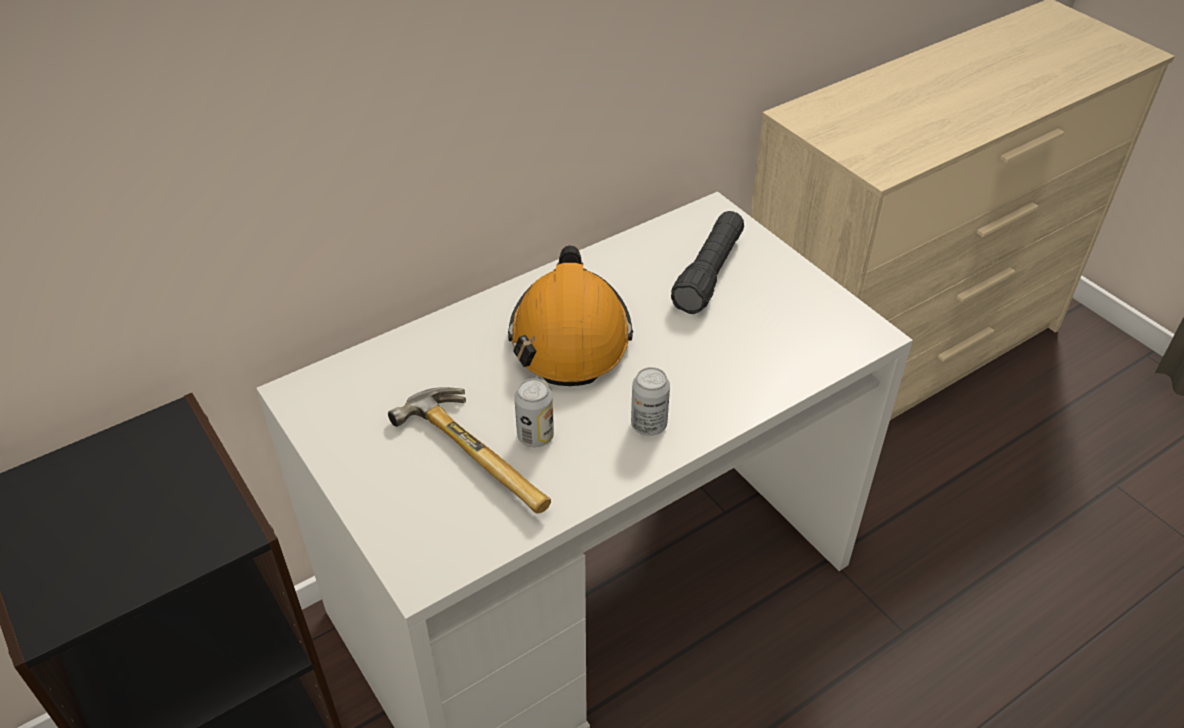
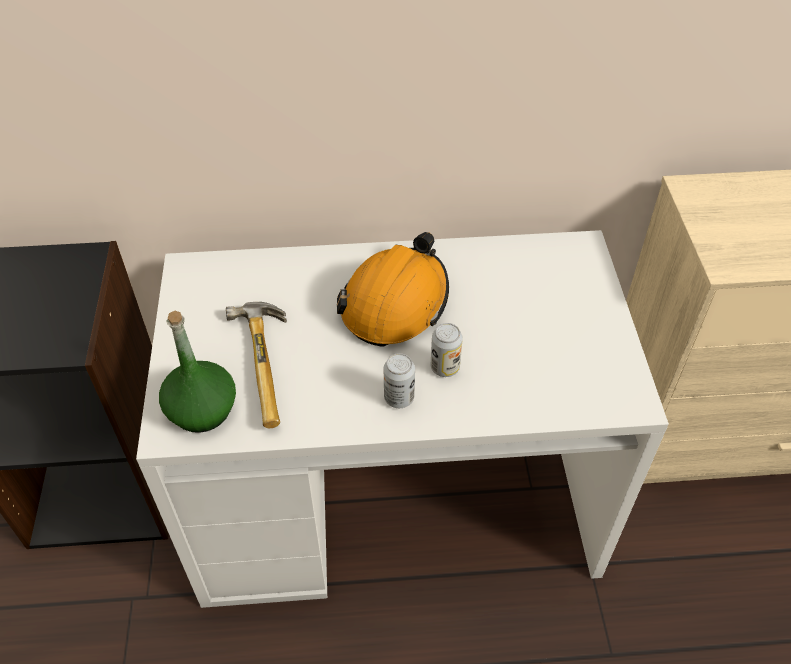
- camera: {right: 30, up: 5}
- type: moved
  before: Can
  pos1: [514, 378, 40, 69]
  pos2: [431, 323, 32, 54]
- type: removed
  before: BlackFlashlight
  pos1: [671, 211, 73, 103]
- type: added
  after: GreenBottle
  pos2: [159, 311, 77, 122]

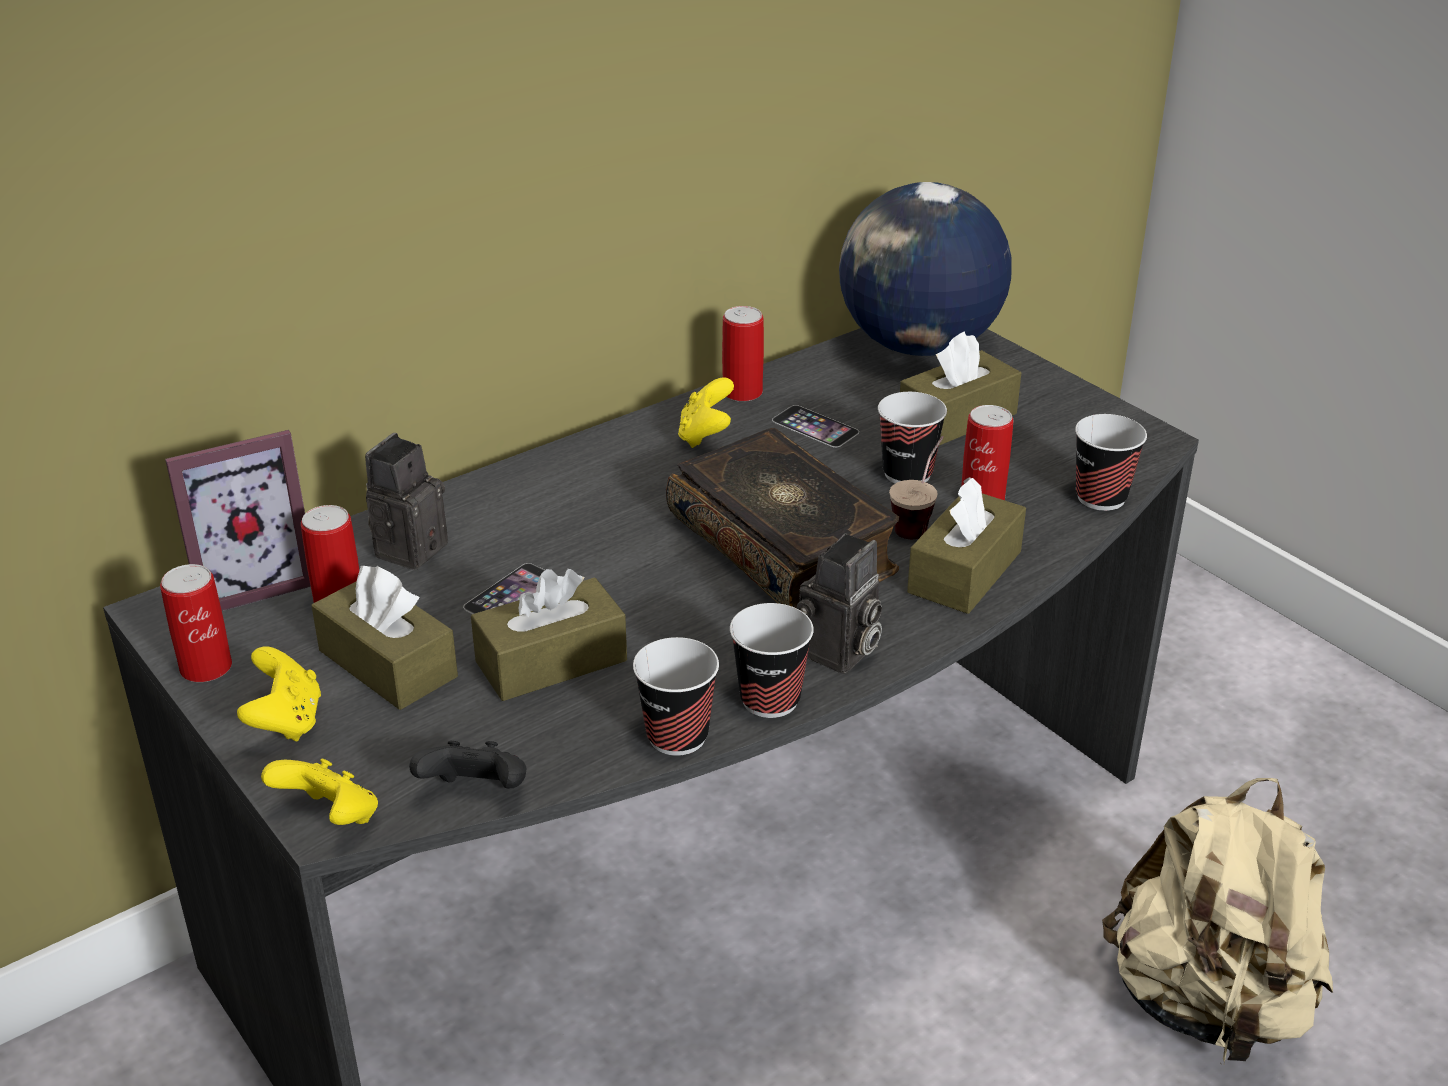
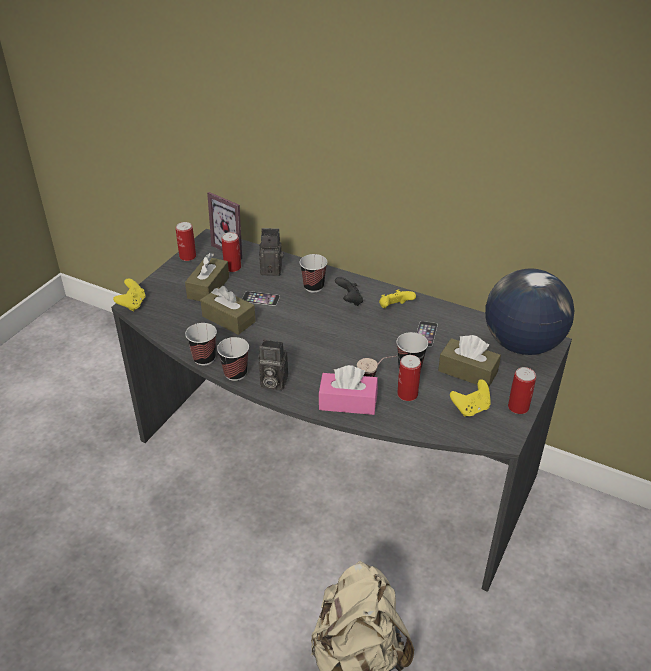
- camera: {right: 65, up: 5}
- type: moved
  before: YellowGameController
  pos1: [237, 647, 84, 94]
  pos2: [450, 379, 41, 38]
- type: moved
  before: BlackGameController
  pos1: [409, 741, 117, 48]
  pos2: [335, 277, 28, 29]
- type: removed
  before: Book
  pos1: [666, 428, 233, 180]
- type: moved
  before: Can
  pos1: [722, 306, 42, 96]
  pos2: [508, 367, 28, 47]
- type: recoloured
  before: BrownTissueBox
  after: PinkTissueBox
  pos1: [907, 477, 119, 137]
  pos2: [318, 365, 60, 50]
- type: moved
  before: Cup
  pos1: [1075, 414, 72, 97]
  pos2: [300, 254, 27, 38]

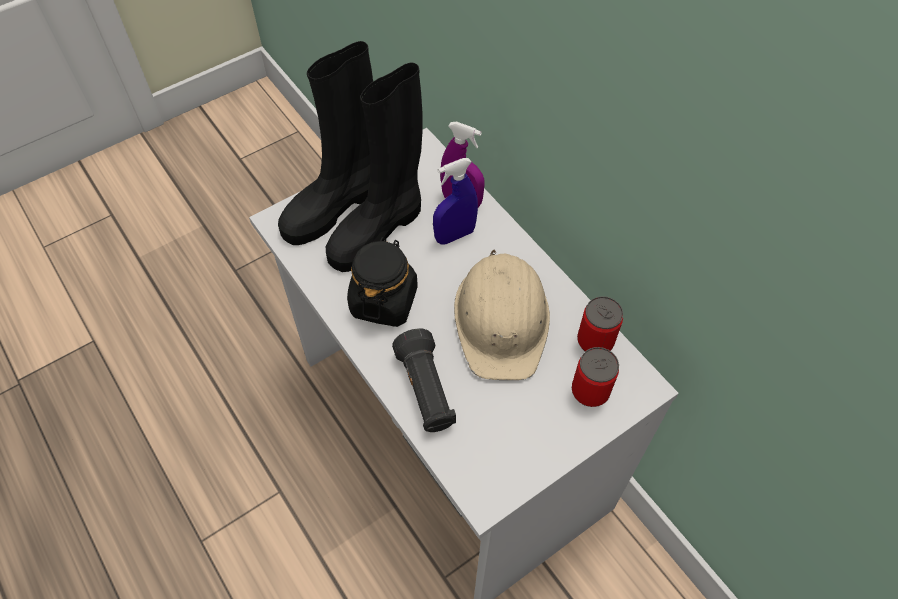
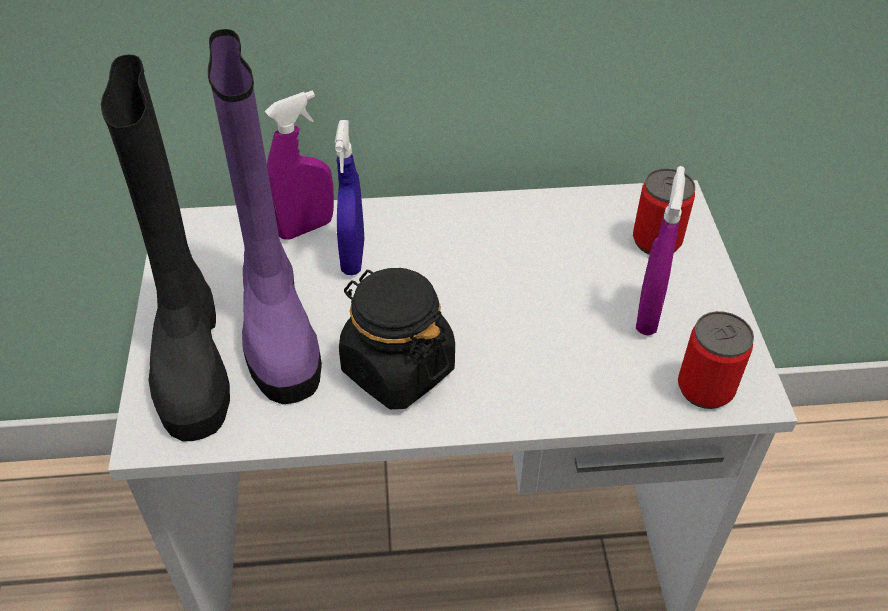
- camera: {right: -60, up: -10}
- type: recoloured
  before: BlackBoot
  after: PurpleBoot
  pos1: [326, 63, 97, 209]
  pos2: [208, 29, 114, 375]
- type: removed
  before: BlackFlashlight
  pos1: [392, 328, 64, 104]
- type: removed
  before: BeigeHardHat
  pos1: [454, 249, 96, 131]
- type: moved
  before: Can
  pos1: [577, 296, 46, 55]
  pos2: [678, 311, 76, 98]
- type: added
  after: PurpleSprayBottle
  pos2: [636, 166, 49, 169]

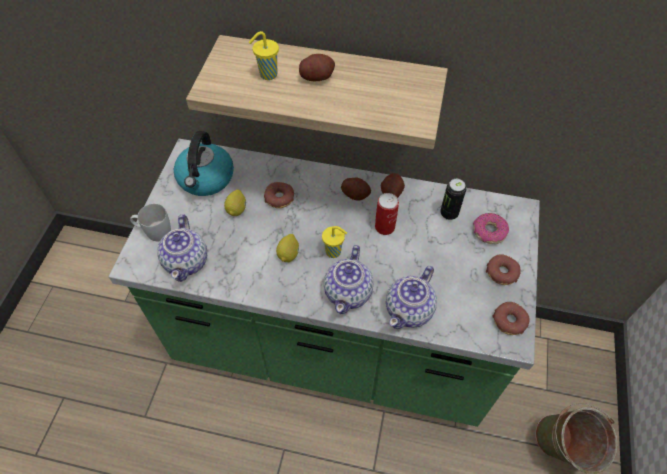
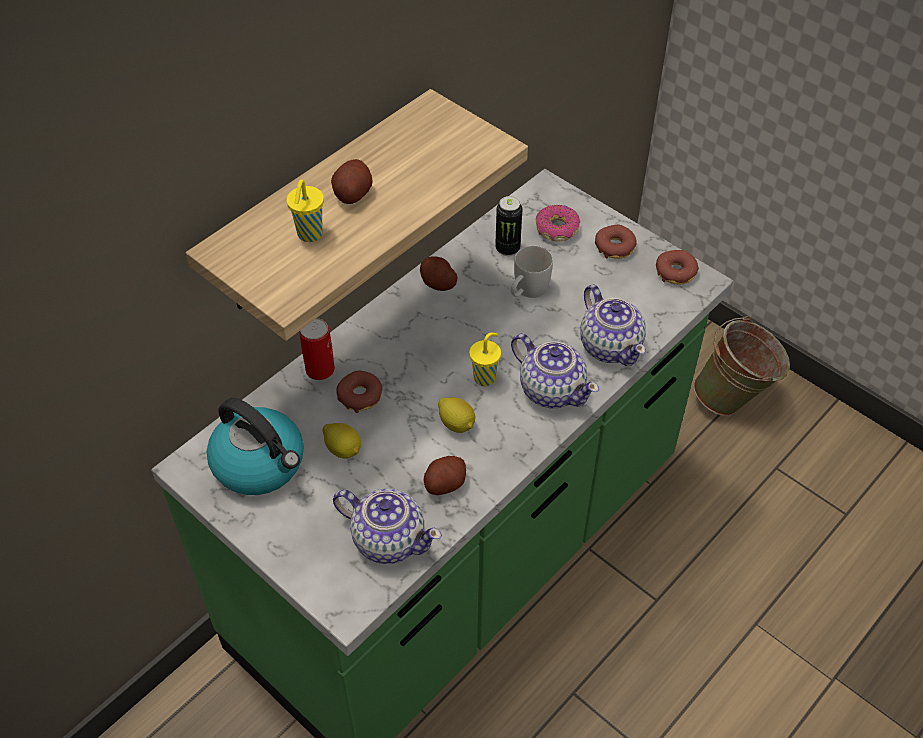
- camera: {right: -60, up: -5}
- type: moved
  before: WhiteMug
  pos1: [130, 204, 41, 37]
  pos2: [511, 246, 42, 52]
- type: moved
  before: Potato
  pos1: [341, 178, 30, 23]
  pos2: [424, 456, 42, 39]
- type: moved
  before: Can
  pos1: [375, 193, 24, 42]
  pos2: [299, 318, 36, 62]

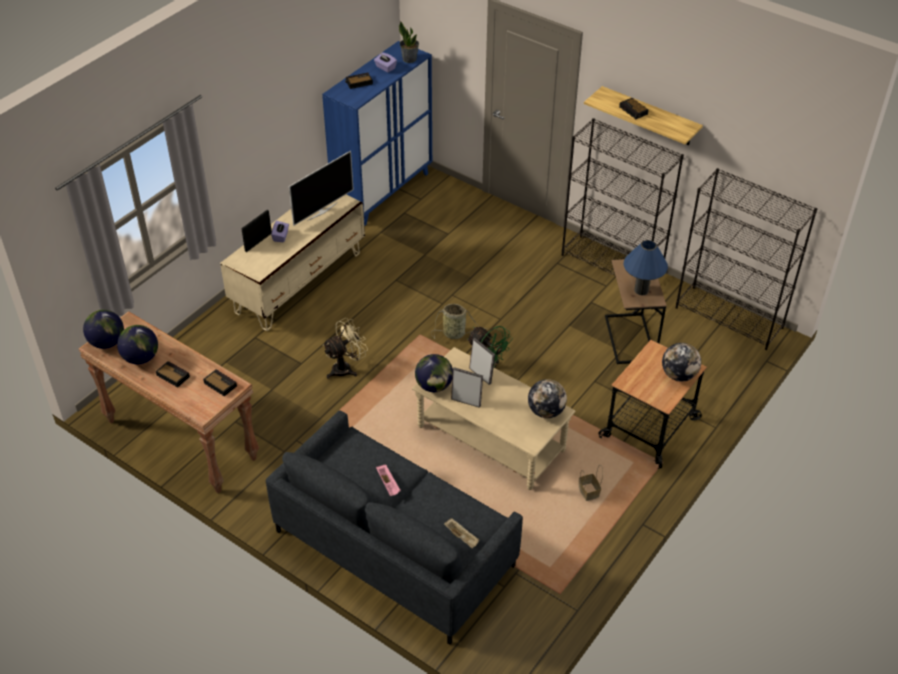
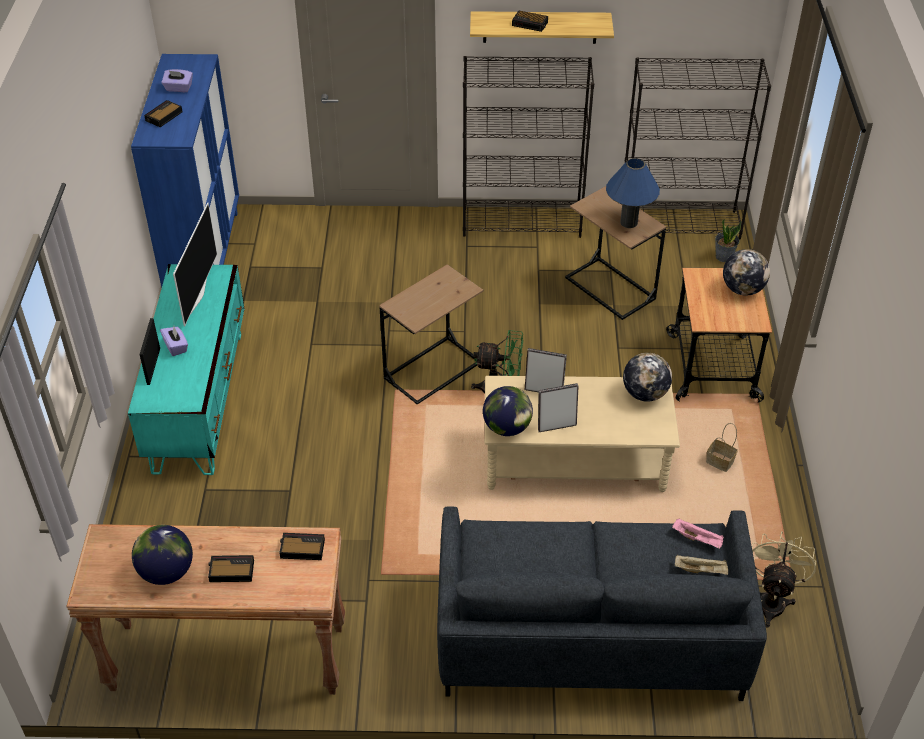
- camera: {right: -35, up: 0}
- type: removed
  before: Globe
  pos1: [83, 310, 41, 39]
- type: recoloured
  before: BeigeTvStand
  after: TurquoiseTvStand
  pos1: [220, 195, 145, 136]
  pos2: [128, 264, 117, 211]
- type: moved
  before: BeigeFan
  pos1: [322, 318, 46, 61]
  pos2: [752, 531, 64, 97]
- type: moved
  before: PinkTray
  pos1: [376, 464, 24, 32]
  pos2: [672, 518, 52, 31]
- type: moved
  before: PottedPlant
  pos1: [399, 21, 20, 42]
  pos2: [715, 219, 27, 43]
- type: replaced
  before: Basket
  after: BrownSideTable
  pos1: [431, 304, 57, 35]
  pos2: [379, 264, 105, 140]

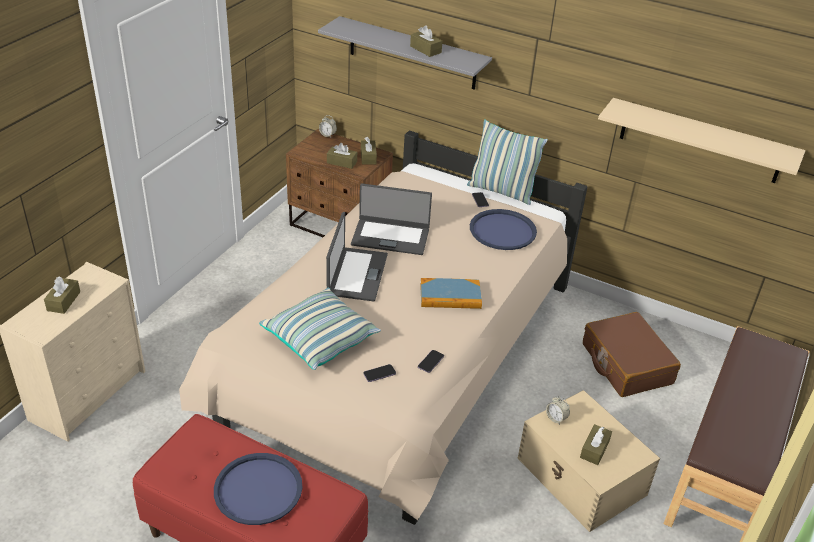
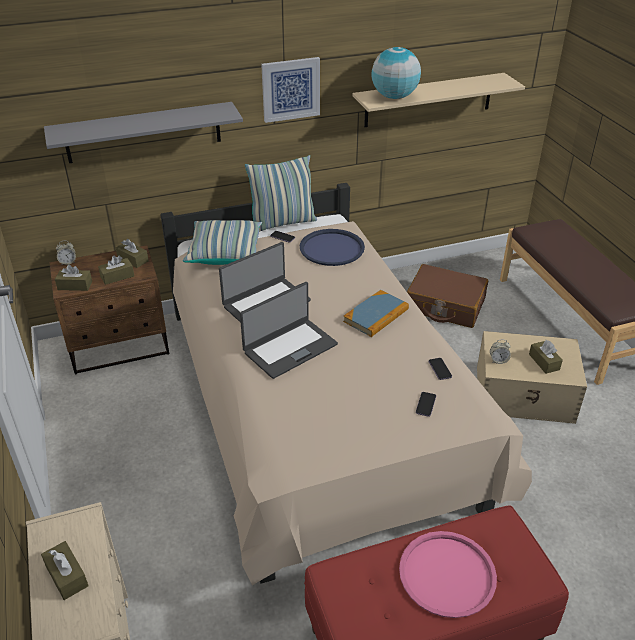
- camera: {right: -45, up: 0}
- type: recoloured
  before: BlueTray
  after: PinkTray
  pos1: [214, 453, 89, 72]
  pos2: [399, 531, 98, 87]
- type: moved
  before: Pillow
  pos1: [259, 288, 122, 82]
  pos2: [183, 220, 79, 45]
- type: turned
  before: Laptop
  pos1: [326, 212, 62, 90]
  pos2: [240, 282, 98, 97]
  turn: 90
- type: moved
  before: BrownTissueBox
  pos1: [410, 25, 32, 32]
  pos2: [55, 265, 37, 26]
- type: added
  after: Picture
  pos2: [261, 57, 59, 66]
- type: added
  after: Globe
  pos2: [371, 47, 50, 52]

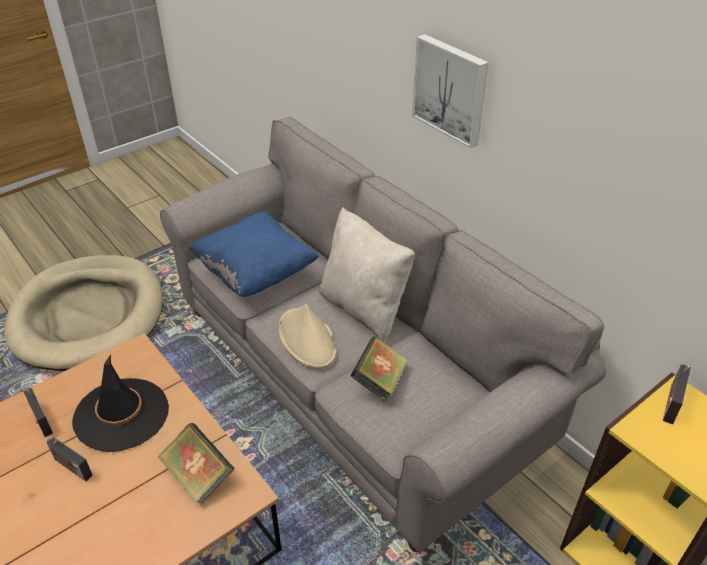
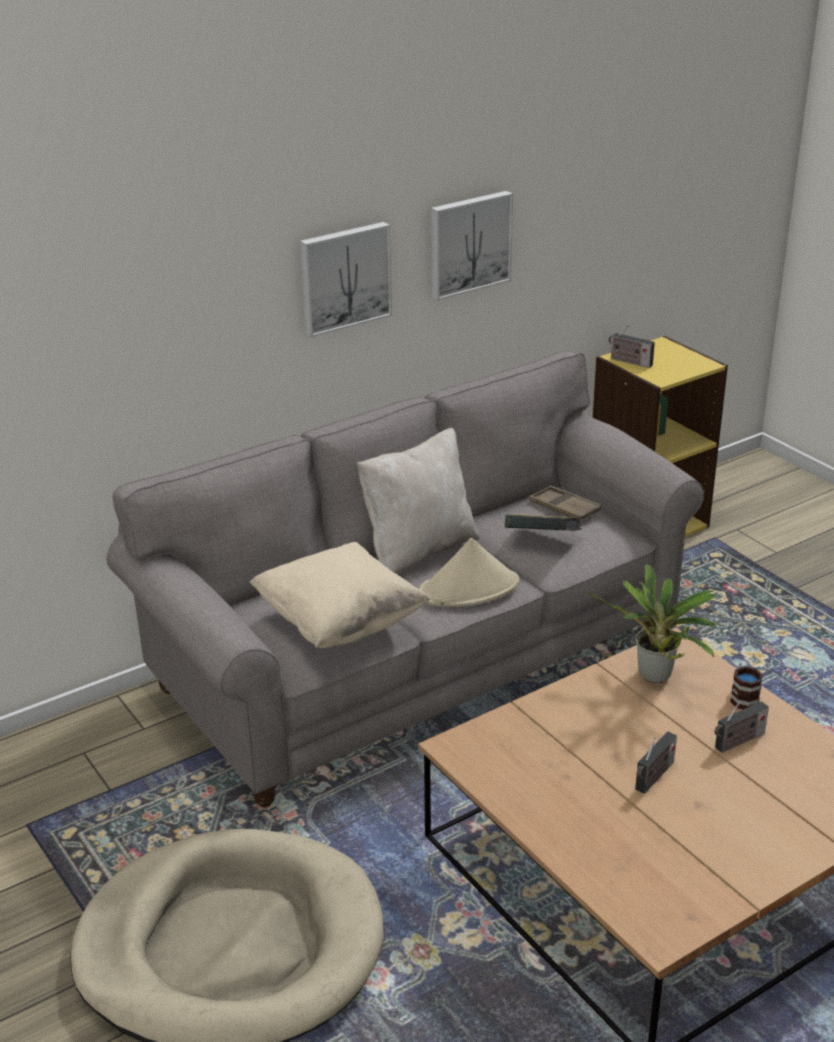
- camera: {right: -85, up: -10}
- type: moved
  before: Radio
  pos1: [24, 388, 29, 49]
  pos2: [715, 701, 54, 52]
- type: removed
  before: BlackHat
  pos1: [72, 355, 97, 97]
- type: replaced
  before: Book
  after: PottedPlant
  pos1: [157, 423, 77, 81]
  pos2: [589, 564, 128, 119]
- type: recoloured
  before: BluePillow
  after: BeigePillow
  pos1: [188, 211, 131, 86]
  pos2: [250, 542, 180, 106]
- type: added
  after: Picture
  pos2: [431, 191, 82, 109]
- type: added
  after: BrownTray
  pos2: [529, 486, 72, 34]
- type: added
  after: Mug
  pos2: [730, 662, 33, 47]

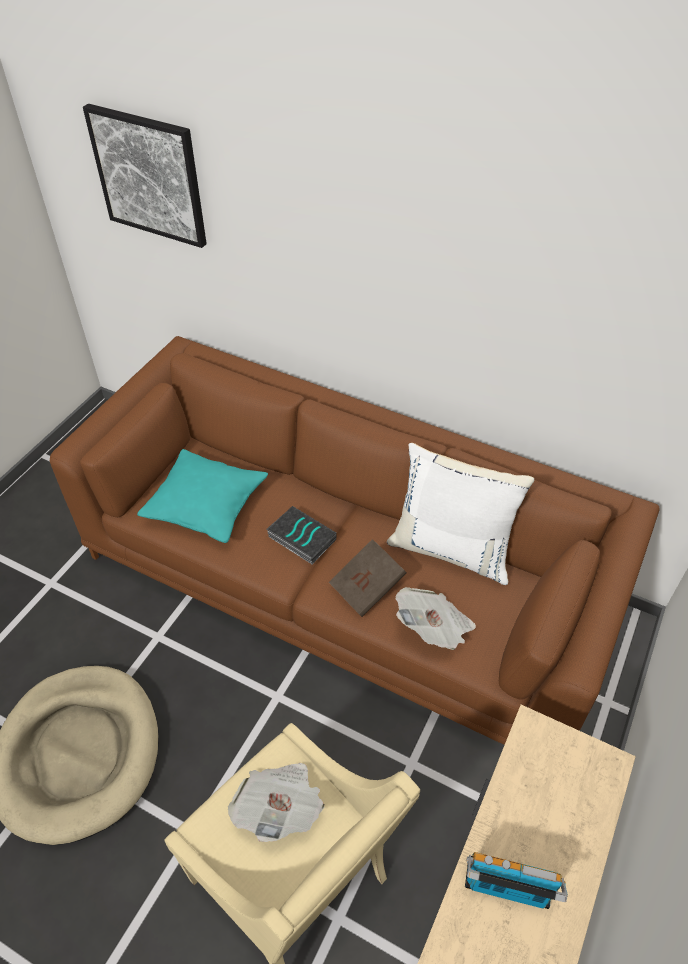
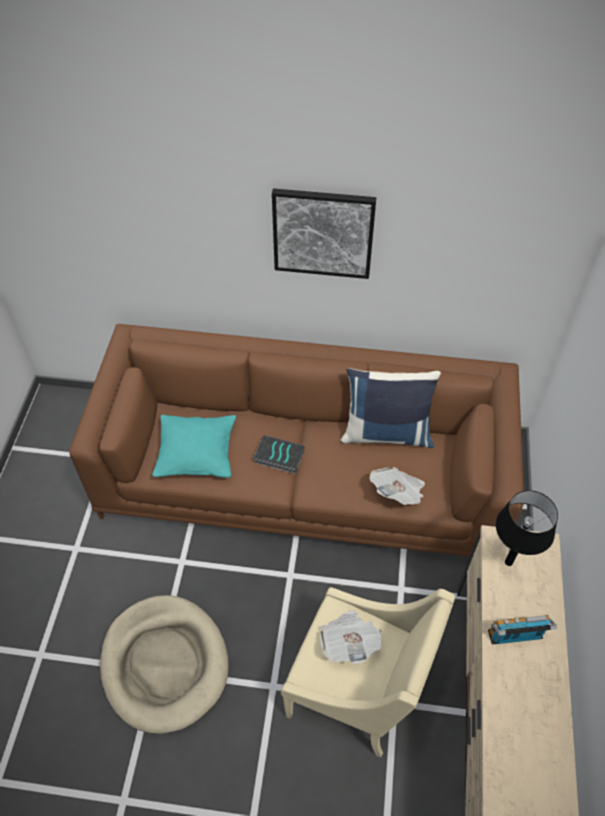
- camera: {right: -20, up: 5}
- type: moved
  before: Picture
  pos1: [83, 104, 124, 144]
  pos2: [272, 188, 104, 91]
- type: removed
  before: BrownBook
  pos1: [329, 539, 77, 78]
- type: recoloured
  before: WhitePillow
  after: BluePillow
  pos1: [387, 443, 147, 142]
  pos2: [341, 368, 100, 80]
- type: added
  after: BlackTableLamp
  pos2: [496, 490, 62, 76]

